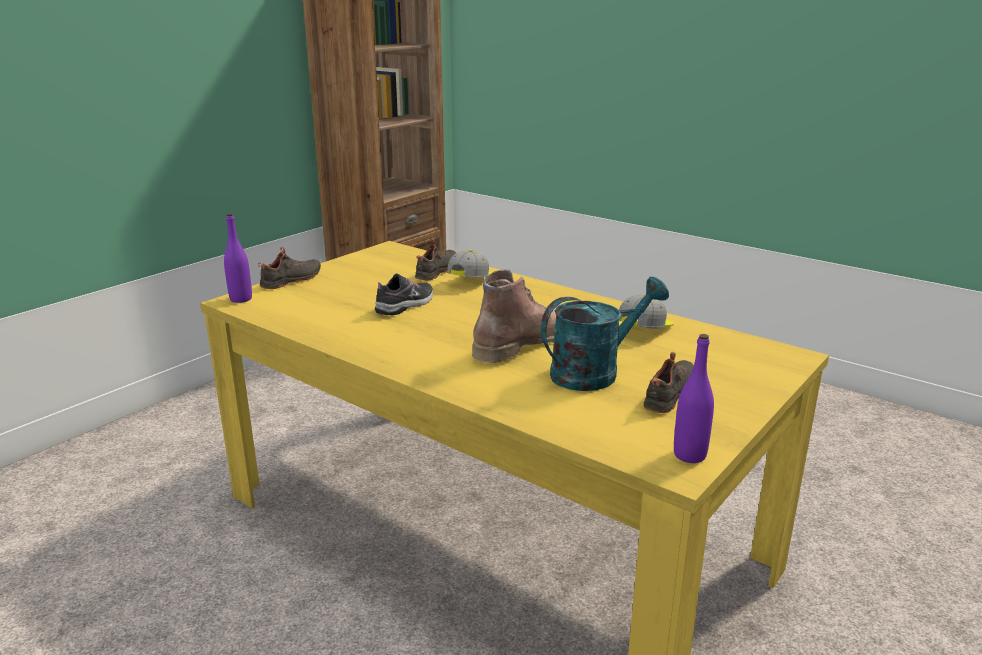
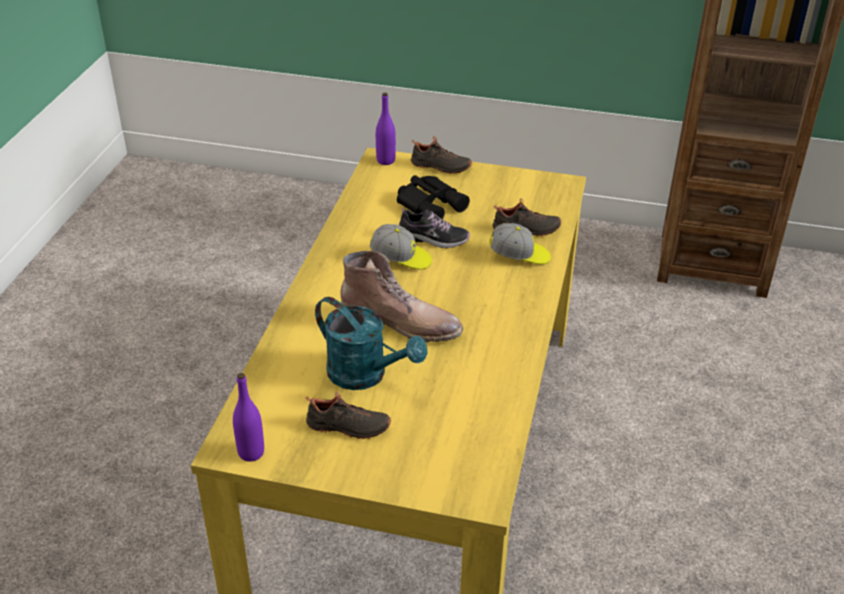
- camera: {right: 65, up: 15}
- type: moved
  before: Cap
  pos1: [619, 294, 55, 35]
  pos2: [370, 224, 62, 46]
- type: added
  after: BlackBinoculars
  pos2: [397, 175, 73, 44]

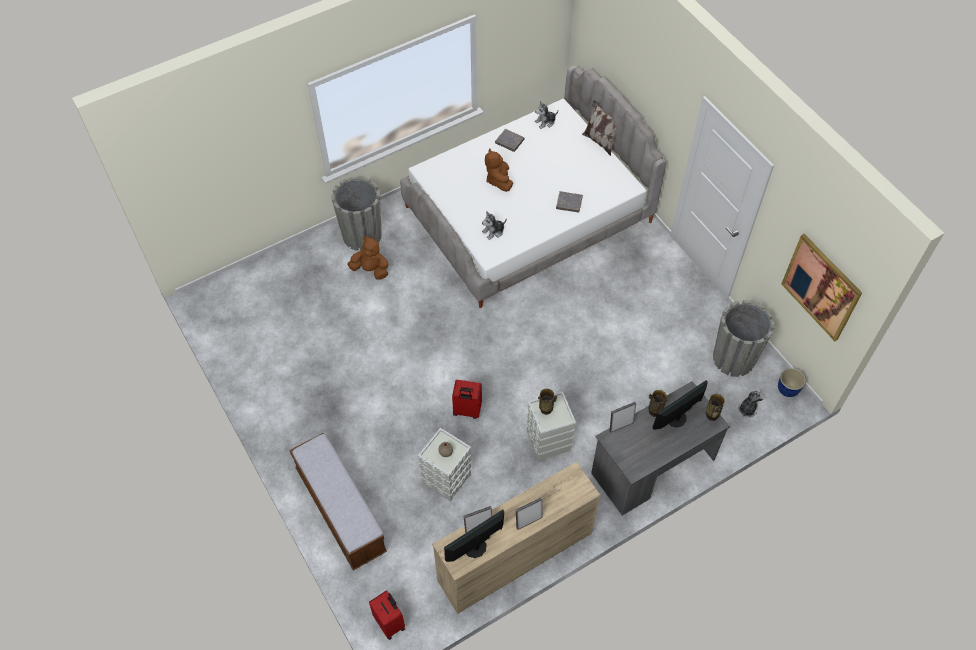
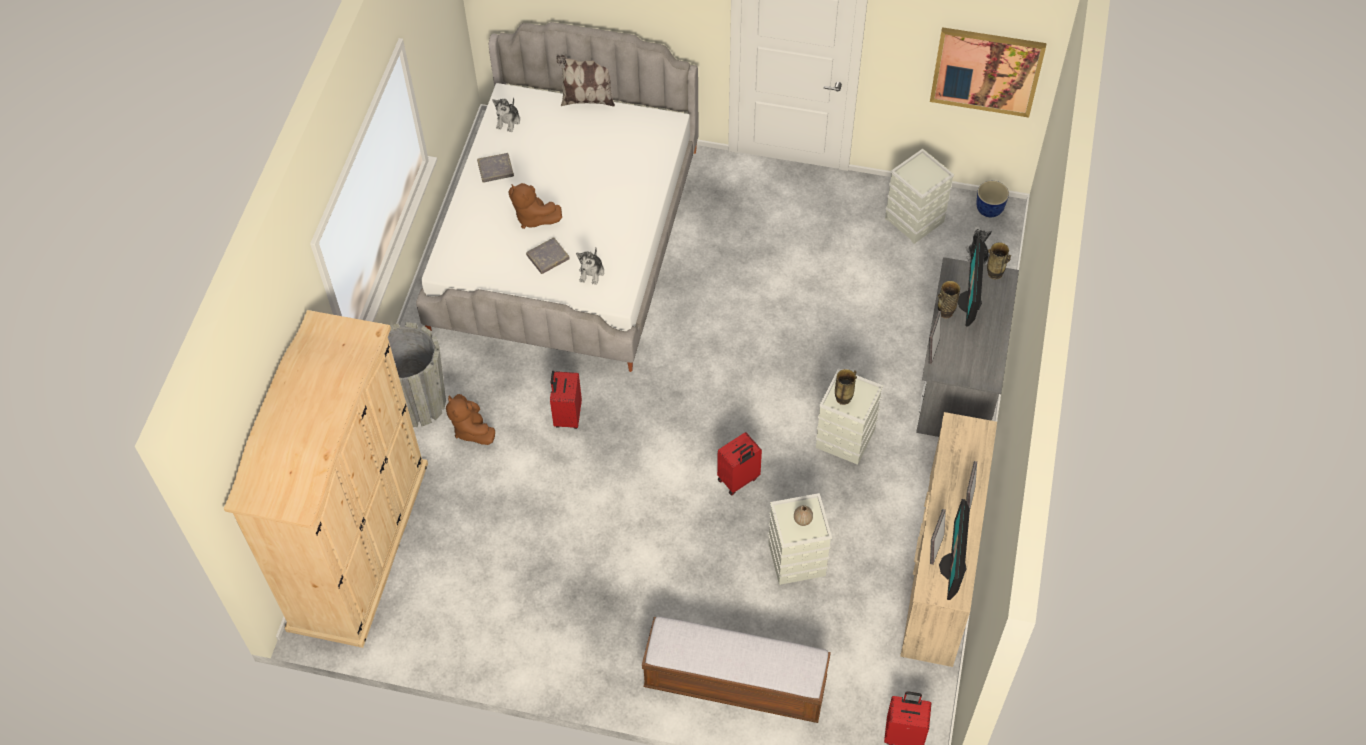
- camera: {right: -45, up: 0}
- type: turned
  before: BrownPlushToy
  pos1: [347, 236, 42, 44]
  pos2: [446, 394, 49, 51]
  turn: -90
- type: moved
  before: GreyBook
  pos1: [556, 191, 27, 22]
  pos2: [526, 237, 44, 37]
- type: replaced
  before: GreyPlanter
  after: GreyStorageBox
  pos1: [713, 300, 62, 77]
  pos2: [885, 149, 69, 95]
- type: added
  after: BeigeWardrobe
  pos2: [224, 310, 204, 338]
- type: added
  after: RedSuitcase
  pos2: [550, 371, 32, 58]

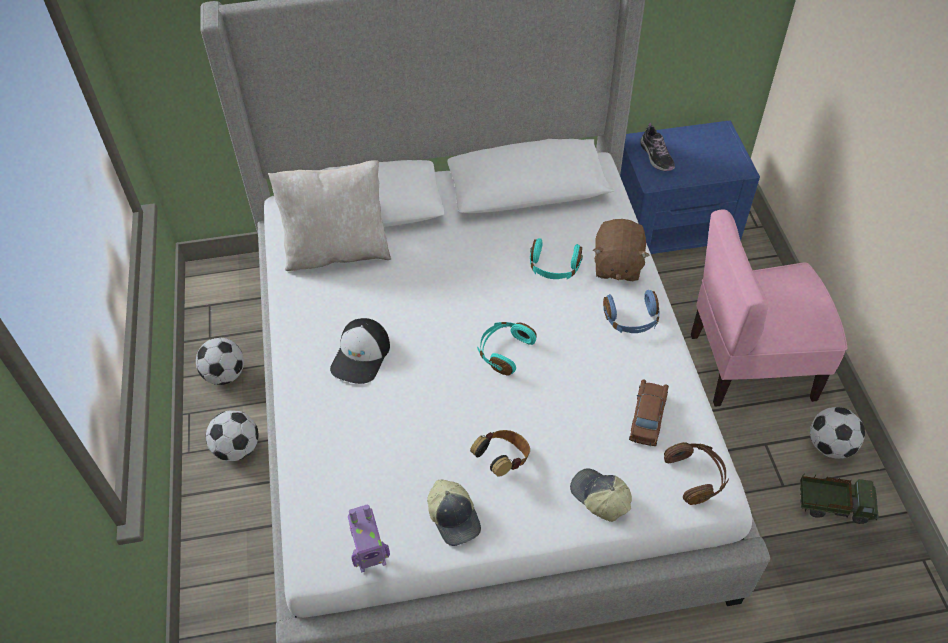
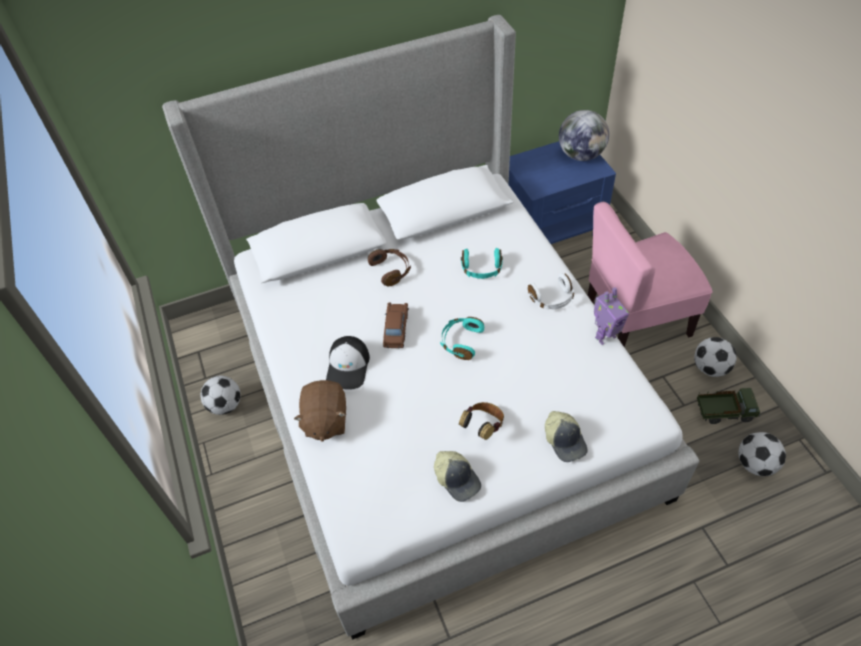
- camera: {right: -10, up: 0}
- type: moved
  before: Football
  pos1: [206, 411, 53, 50]
  pos2: [738, 432, 48, 44]
- type: removed
  before: BeigePillow
  pos1: [268, 160, 123, 111]
- type: moved
  before: ToyRobot
  pos1: [348, 505, 42, 68]
  pos2: [594, 287, 35, 58]
- type: turned
  before: Cap
  pos1: [570, 468, 62, 54]
  pos2: [545, 411, 42, 51]
  turn: -150
- type: moved
  before: BrownPlushToy
  pos1: [593, 219, 57, 62]
  pos2: [294, 380, 52, 62]
- type: recoloured
  before: BlueHeadphones
  after: WhiteHeadphones
  pos1: [603, 290, 57, 43]
  pos2: [528, 273, 46, 37]
- type: moved
  before: BrownToyCar
  pos1: [629, 380, 40, 66]
  pos2: [383, 302, 26, 46]
- type: removed
  before: Shoe
  pos1: [640, 123, 35, 48]
- type: moved
  before: BrownHeadphones
  pos1: [664, 442, 65, 63]
  pos2: [368, 249, 43, 38]
- type: added
  after: Globe
  pos2: [559, 110, 50, 51]

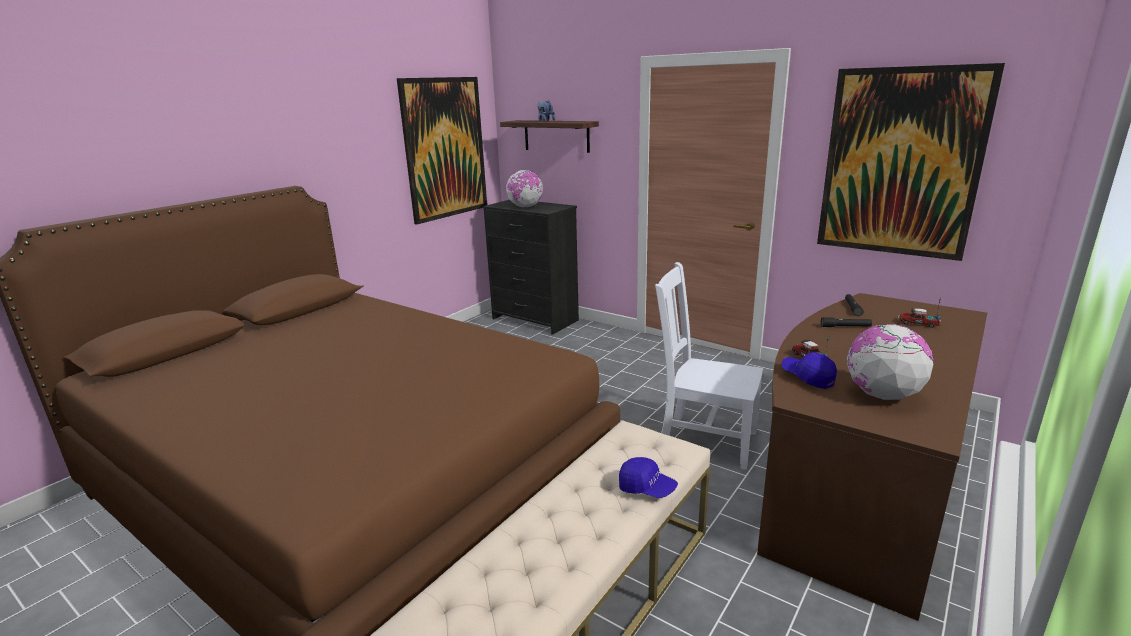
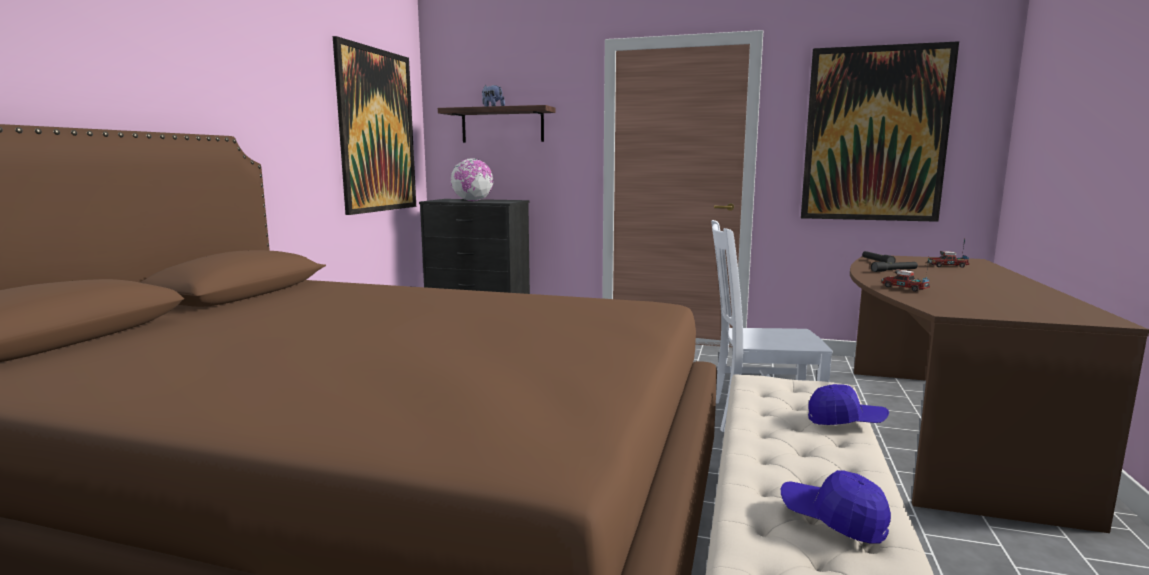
- camera: {right: -20, up: -10}
- type: moved
  before: BlueCap
  pos1: [782, 352, 55, 37]
  pos2: [781, 470, 110, 74]
- type: removed
  before: Globe
  pos1: [847, 324, 87, 76]

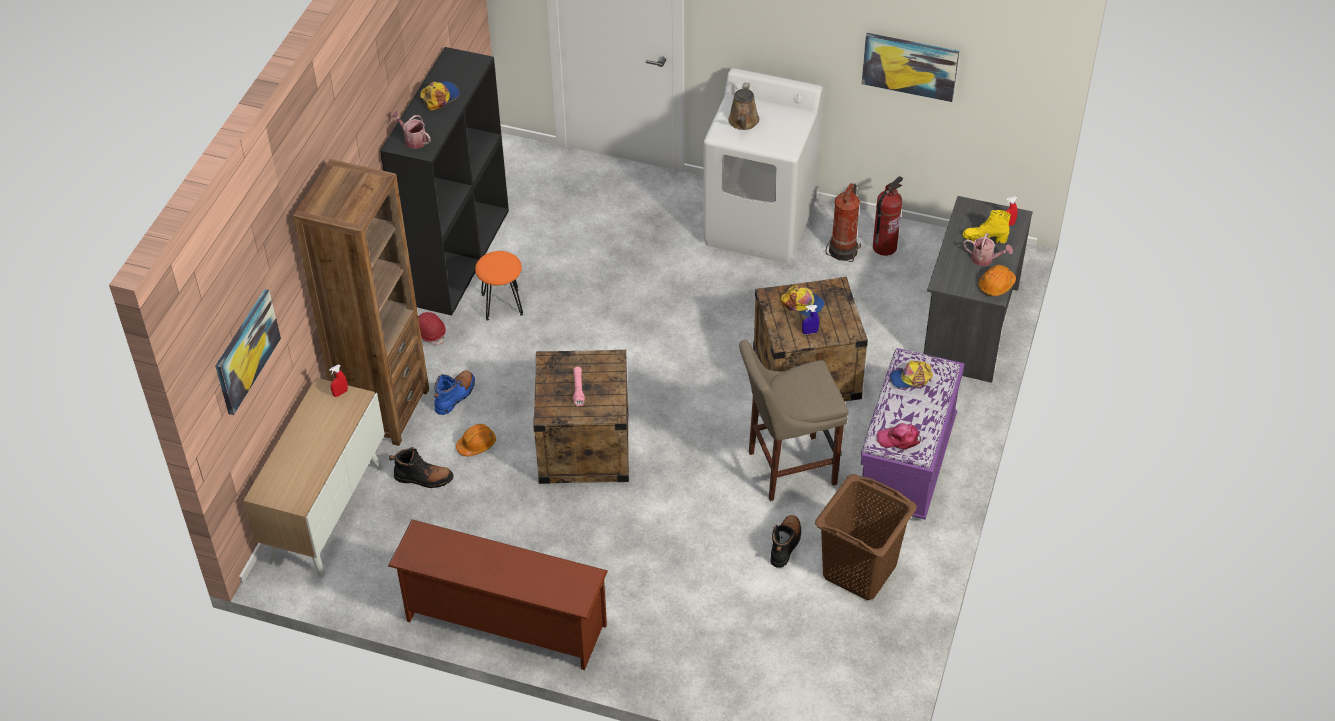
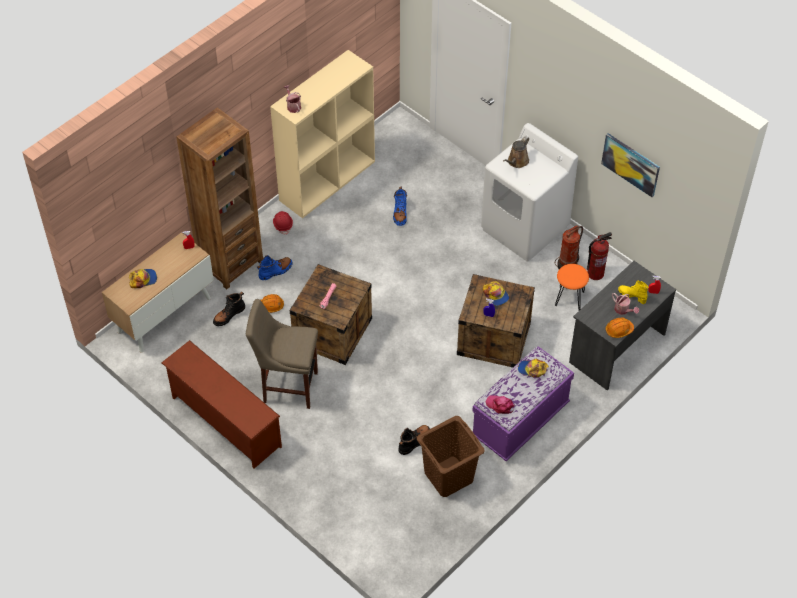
- camera: {right: 25, up: 5}
- type: removed
  before: Picture
  pos1: [215, 289, 66, 126]
- type: recoloured
  before: BlackBookcase
  after: BeigeBookcase
  pos1: [380, 47, 129, 269]
  pos2: [270, 50, 105, 168]
- type: turned
  before: BlackBoot
  pos1: [389, 447, 65, 41]
  pos2: [213, 292, 32, 34]
  turn: 105
- type: moved
  before: Cap
  pos1: [420, 81, 40, 30]
  pos2: [129, 269, 28, 19]
- type: moved
  before: OrangeStool
  pos1: [475, 251, 48, 70]
  pos2: [555, 264, 34, 47]
- type: moved
  before: BeigeStool
  pos1: [739, 340, 109, 161]
  pos2: [246, 299, 72, 110]
- type: added
  after: BlueBoot
  pos2: [393, 186, 14, 40]

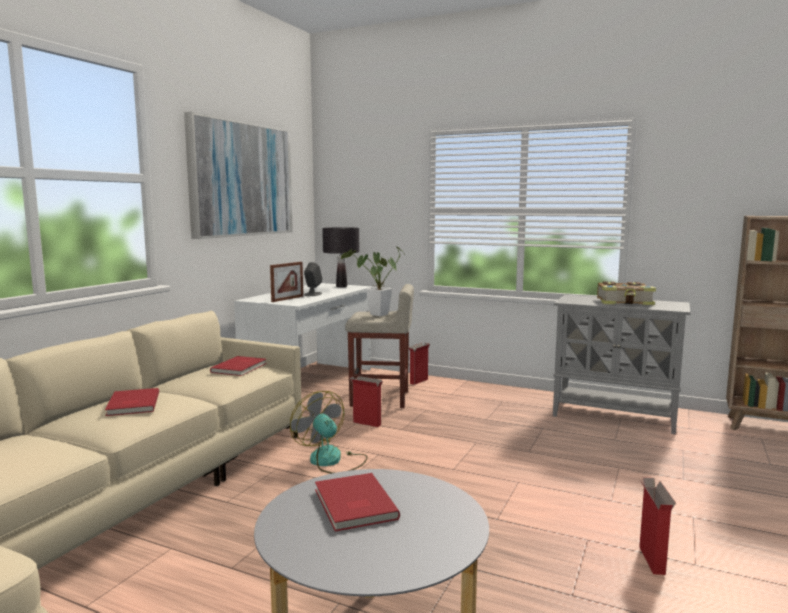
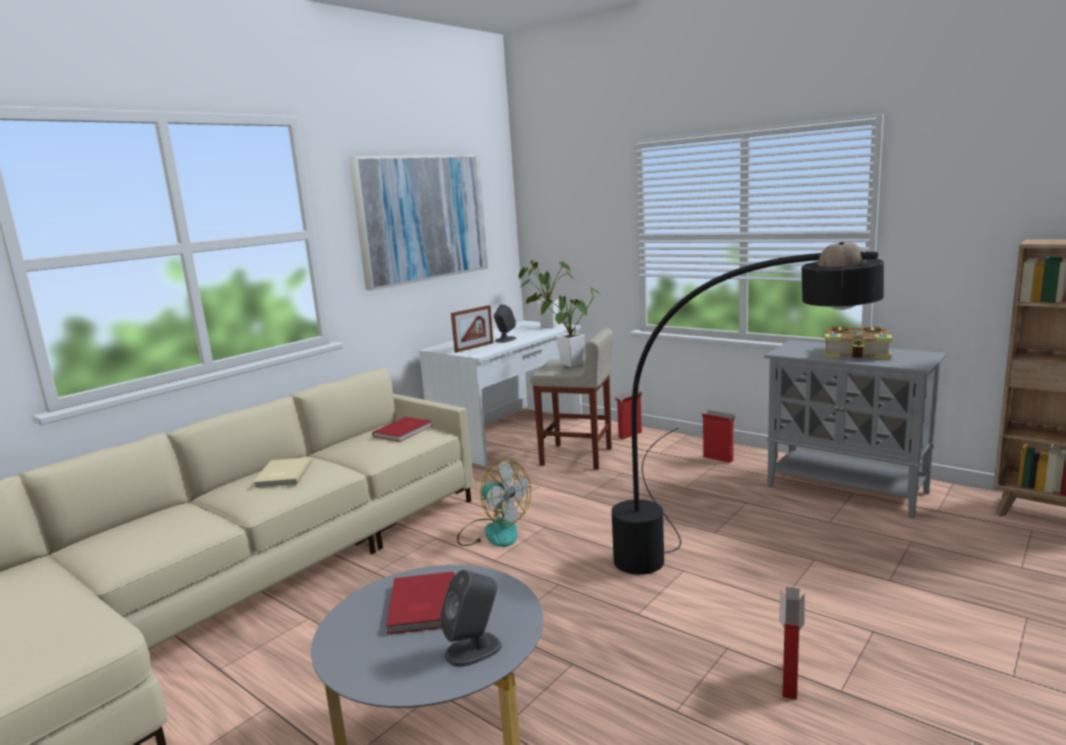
- camera: {right: 15, up: 5}
- type: recoloured
  before: RedBook
  after: BeigeBook
  pos1: [105, 388, 54, 28]
  pos2: [252, 457, 60, 31]
- type: turned
  before: Fan
  pos1: [290, 391, 78, 83]
  pos2: [457, 459, 74, 88]
  turn: 150
- type: replaced
  before: BlackTableLamp
  after: PottedPlant
  pos1: [322, 227, 37, 60]
  pos2: [519, 260, 55, 68]
- type: moved
  before: CardboardBox
  pos1: [350, 376, 33, 51]
  pos2: [700, 410, 36, 53]
- type: added
  after: GreySpeaker
  pos2: [440, 570, 62, 97]
- type: added
  after: BlackFloorLamp
  pos2: [612, 242, 272, 333]

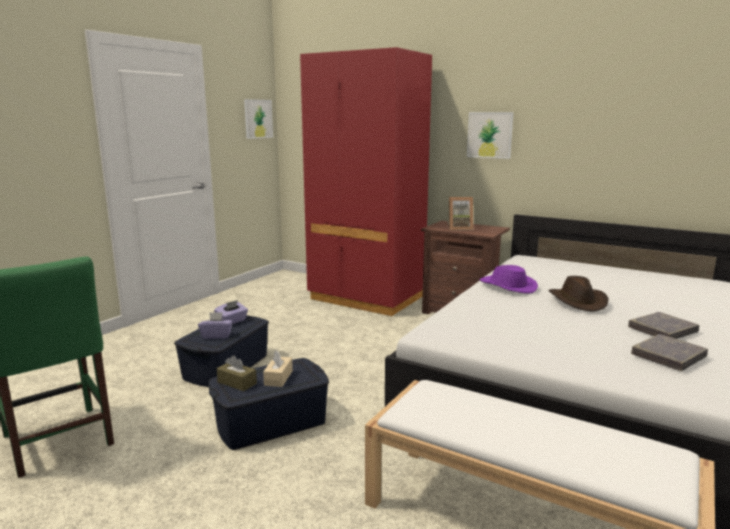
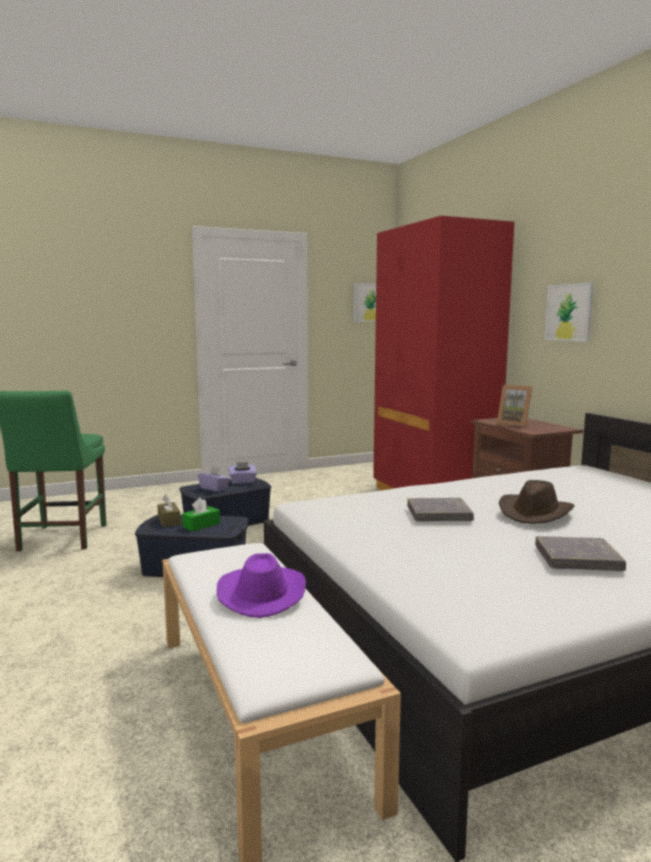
- camera: {right: 35, up: -5}
- type: recoloured
  before: BeigeTissueBox
  after: GreenTissueBox
  pos1: [263, 350, 30, 37]
  pos2: [182, 498, 38, 33]
- type: moved
  before: PurpleHat
  pos1: [480, 265, 58, 29]
  pos2: [217, 553, 89, 65]
- type: moved
  before: GreyBook
  pos1: [631, 334, 77, 37]
  pos2: [407, 498, 67, 24]

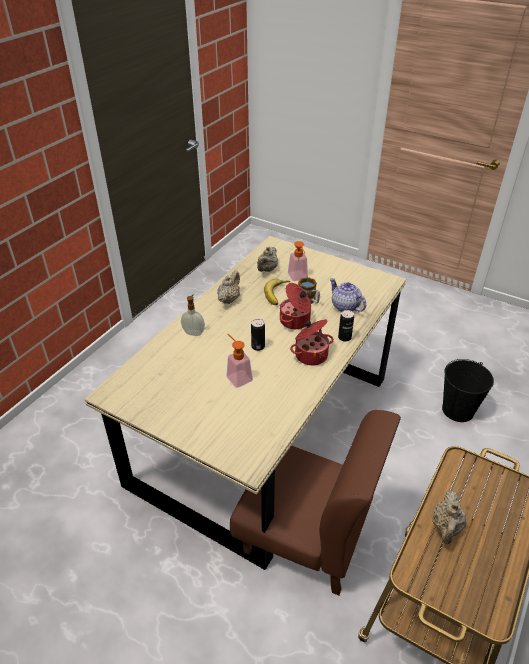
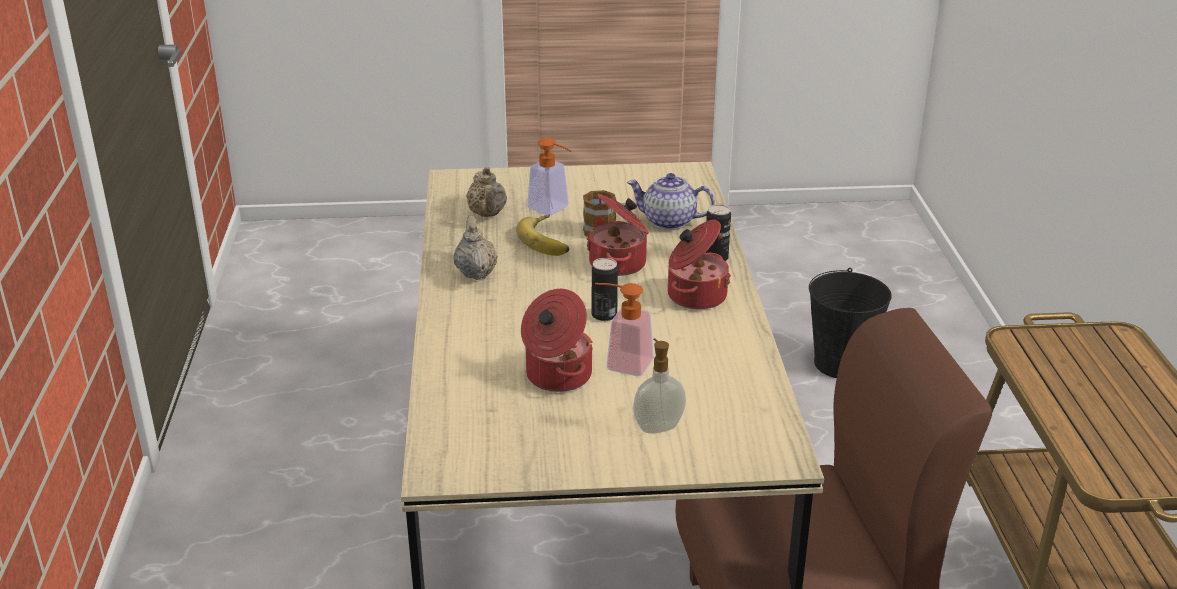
- camera: {right: -35, up: -10}
- type: moved
  before: SoapDispenser
  pos1: [181, 294, 24, 42]
  pos2: [633, 339, 53, 95]
- type: removed
  before: BeigeTeapot
  pos1: [432, 491, 34, 53]
- type: added
  after: CookingPot
  pos2: [521, 289, 72, 103]

